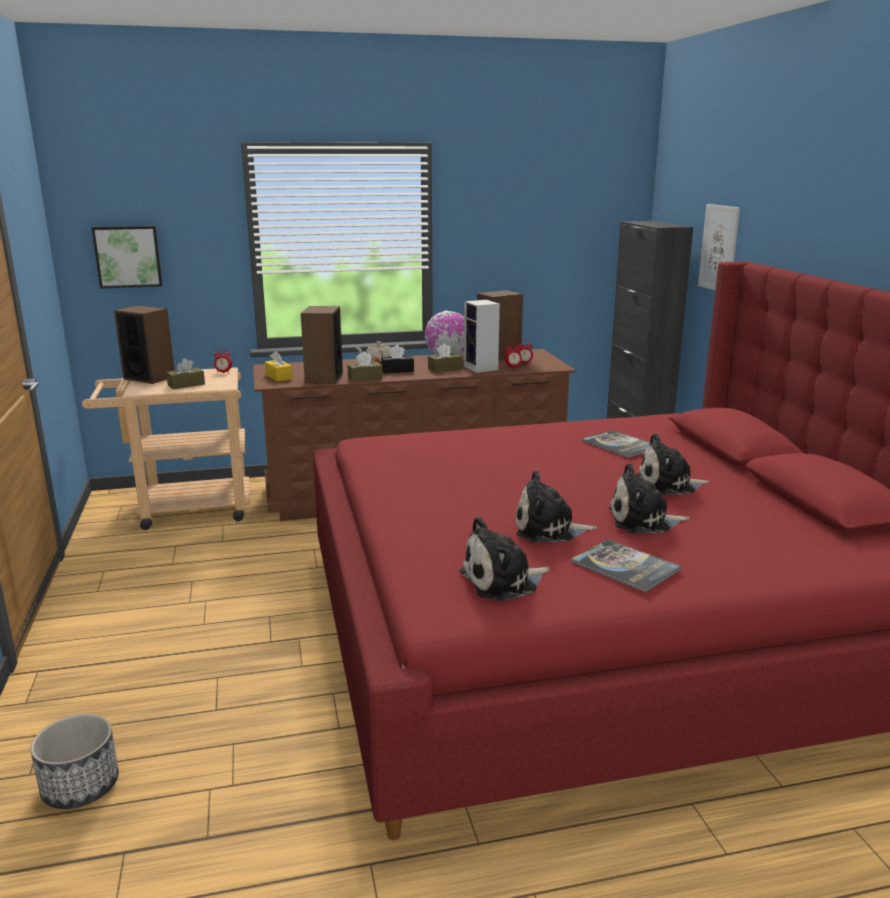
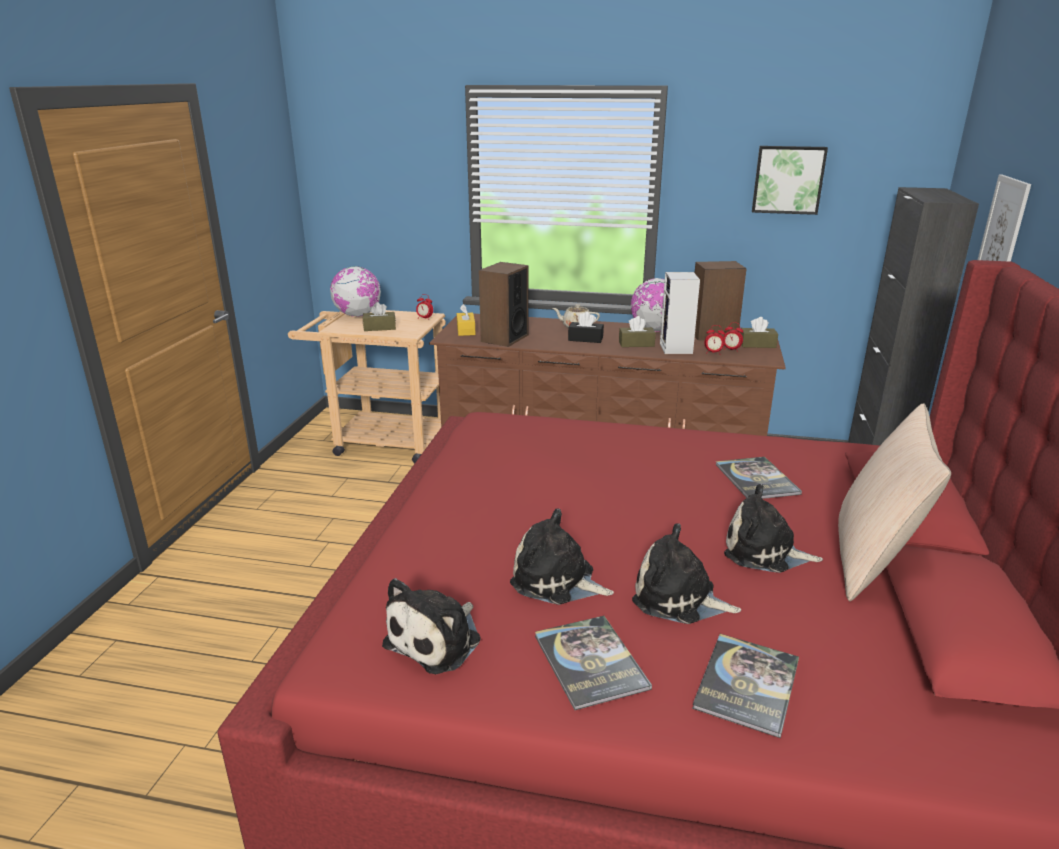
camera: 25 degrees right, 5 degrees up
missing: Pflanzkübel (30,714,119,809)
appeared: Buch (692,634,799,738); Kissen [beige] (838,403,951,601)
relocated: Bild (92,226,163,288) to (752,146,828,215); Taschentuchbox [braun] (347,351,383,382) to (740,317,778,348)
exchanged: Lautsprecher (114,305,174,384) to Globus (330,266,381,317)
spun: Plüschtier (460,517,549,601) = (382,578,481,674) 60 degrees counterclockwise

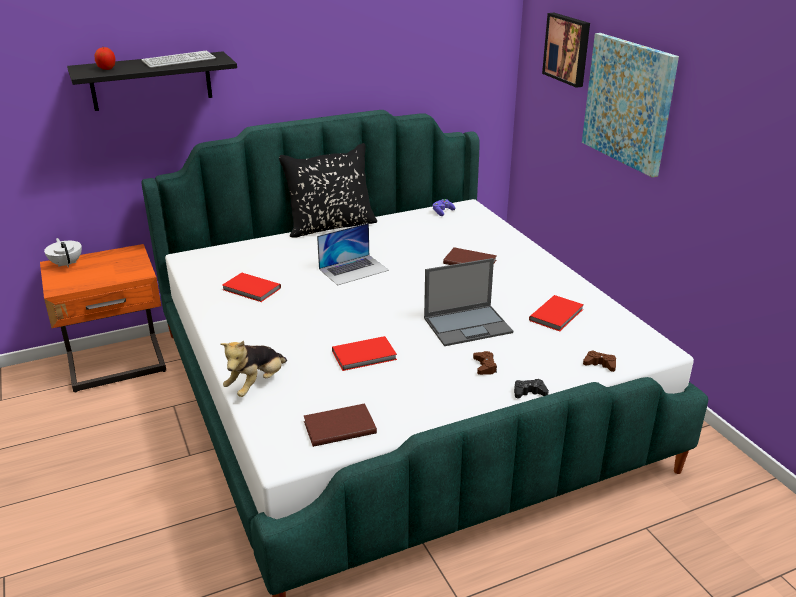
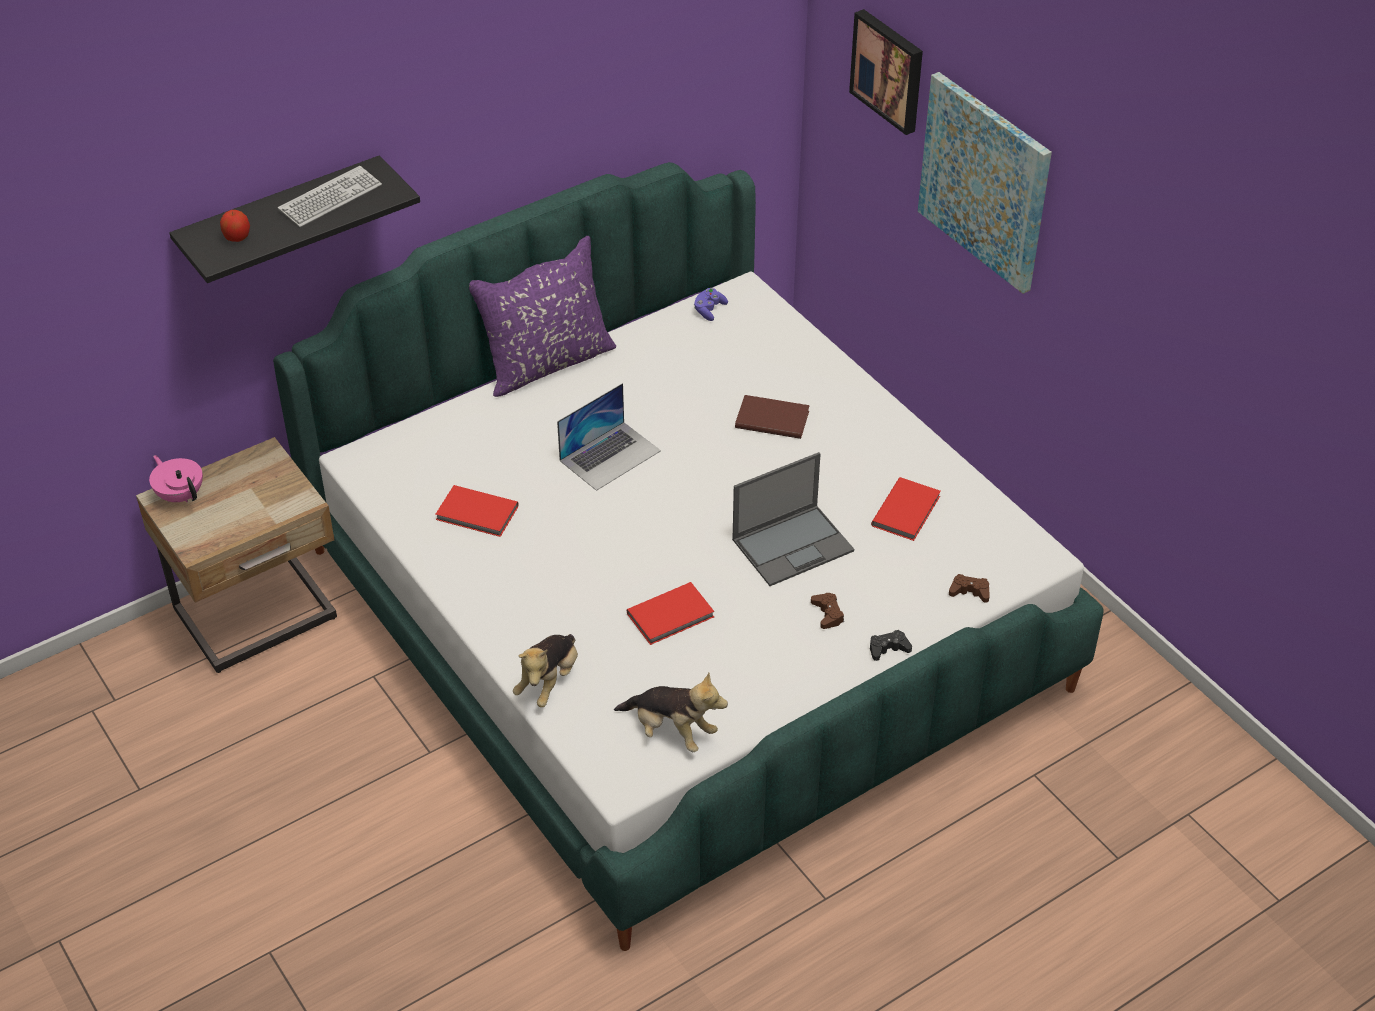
camera: 10 degrees left, 15 degrees up
exchanged: Buch [braun] (304,403,377,447) to Plüschtier (614,673,728,752)
colour: Nachttisch [orange] (40,244,166,393) to Nachttisch [beige] (136,437,337,673); Teekanne [weiß] (44,238,82,268) to Teekanne [rosa] (149,455,203,502); Kissen [schwarz] (279,143,377,238) to Kissen [lila] (469,236,616,397)

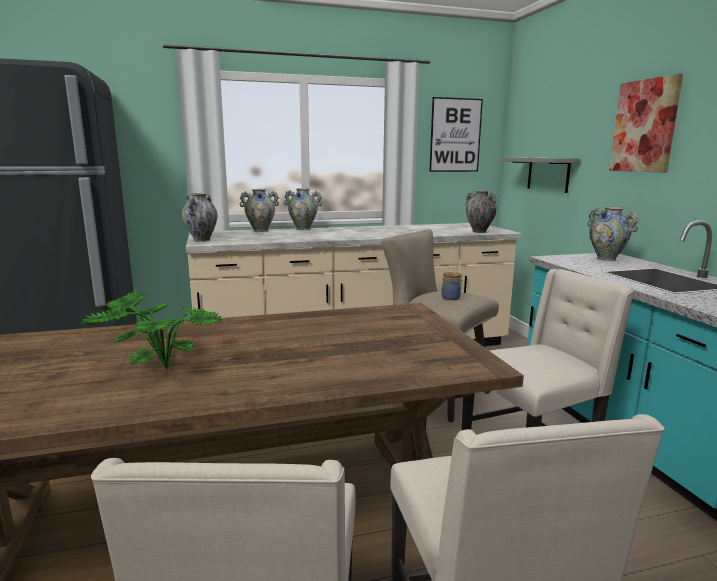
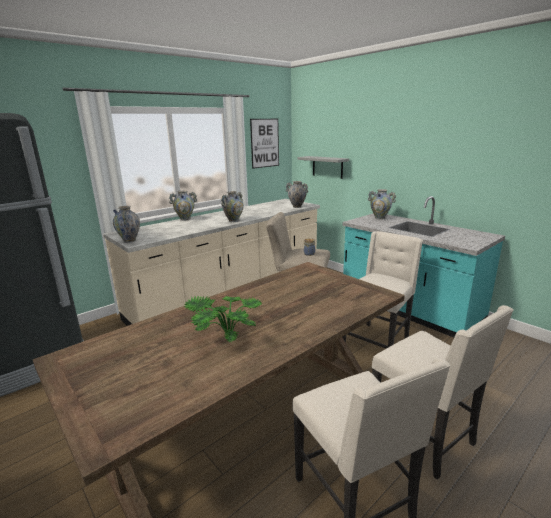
camera: 25 degrees left, 5 degrees up
missing: Bild (609,74,683,173)
relocated: Vase (239,189,279,232) to (221,191,244,222)

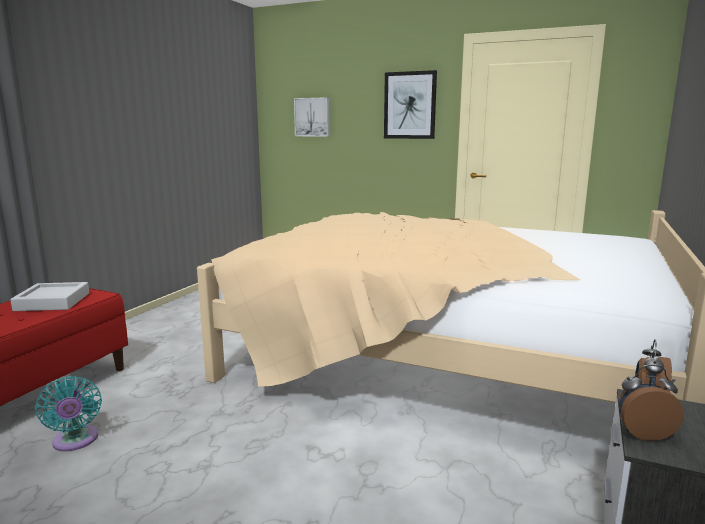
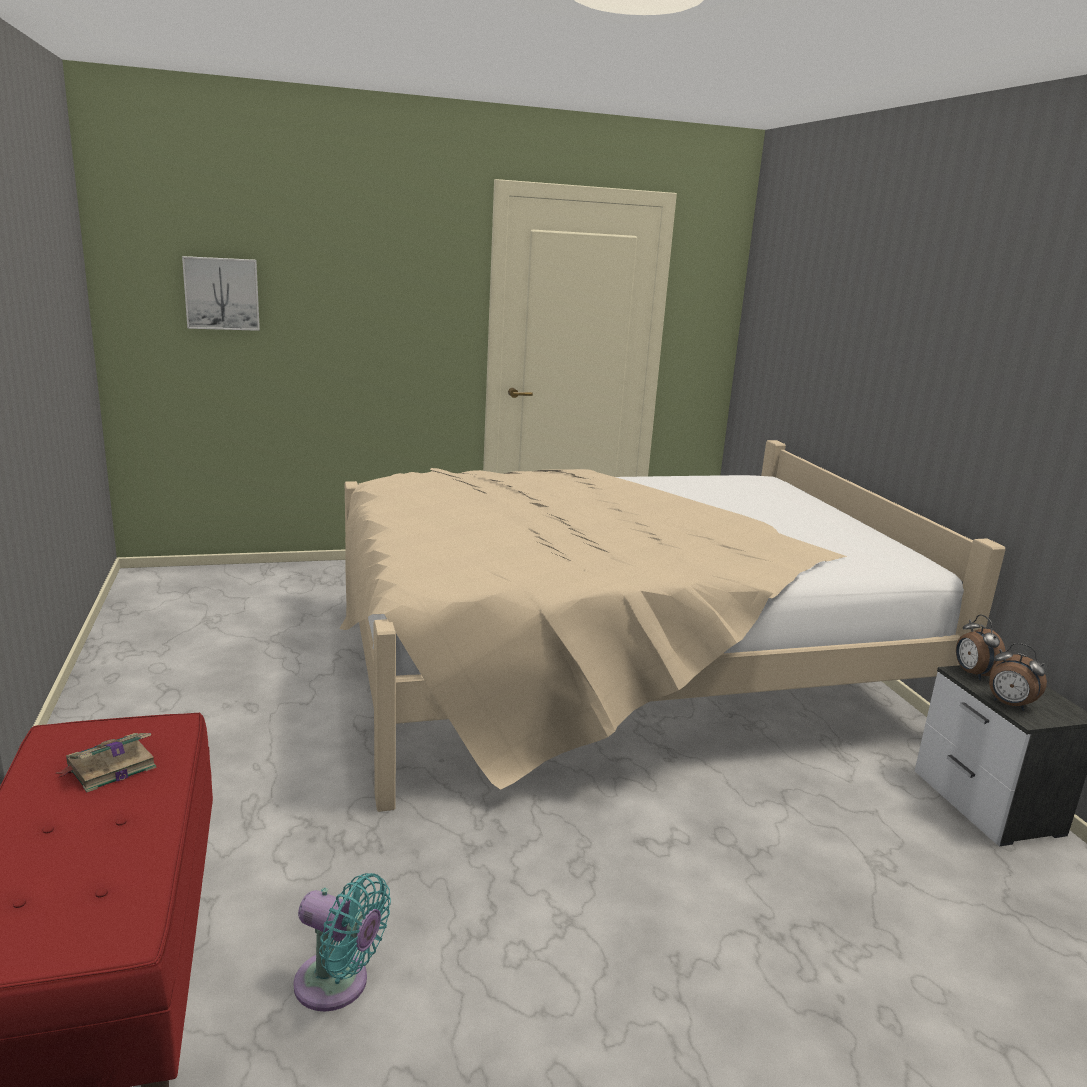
camera: 40 degrees left, 5 degrees up
missing: Bild (384,70,437,139)
exchanged: Tablett [grau] (10,282,89,311) to Buch (57,733,156,792)
spun: Wecker (619,365,684,441) = (989,643,1047,711) 105 degrees counterclockwise

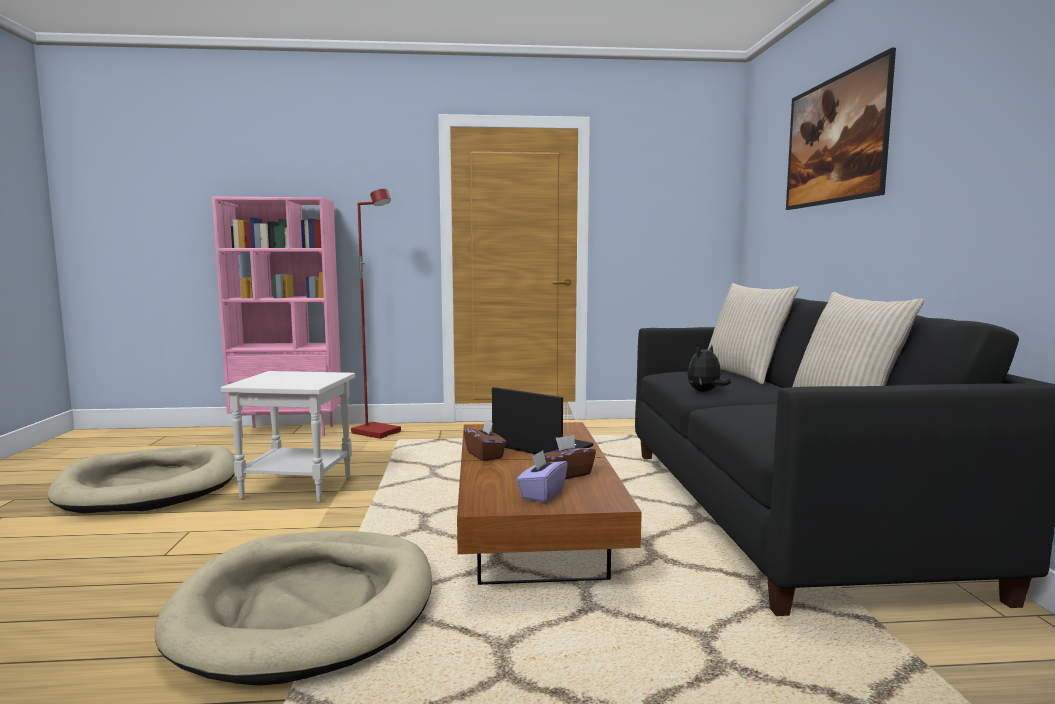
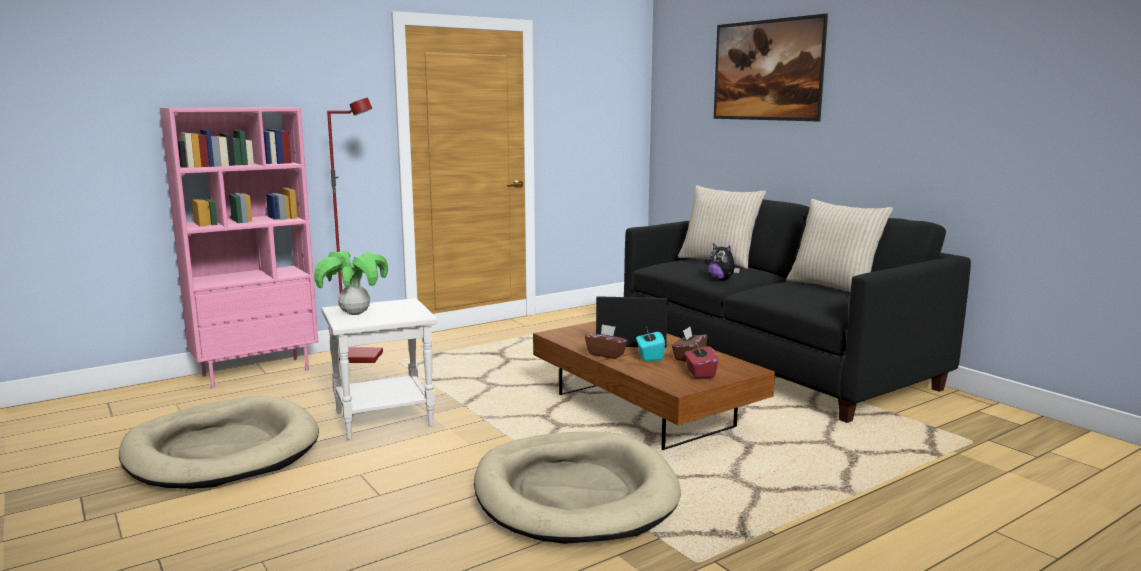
camera: 30 degrees left, 5 degrees up
appeared: Topfpflanze (314,250,388,315); Taschentuchbox [türkis] (636,327,665,361)
colour: Taschentuchbox [lila] (516,450,568,503) to Taschentuchbox [rot] (685,342,718,378)
spun: Plüschtier (687,345,731,392) = (707,243,740,280) 60 degrees counterclockwise

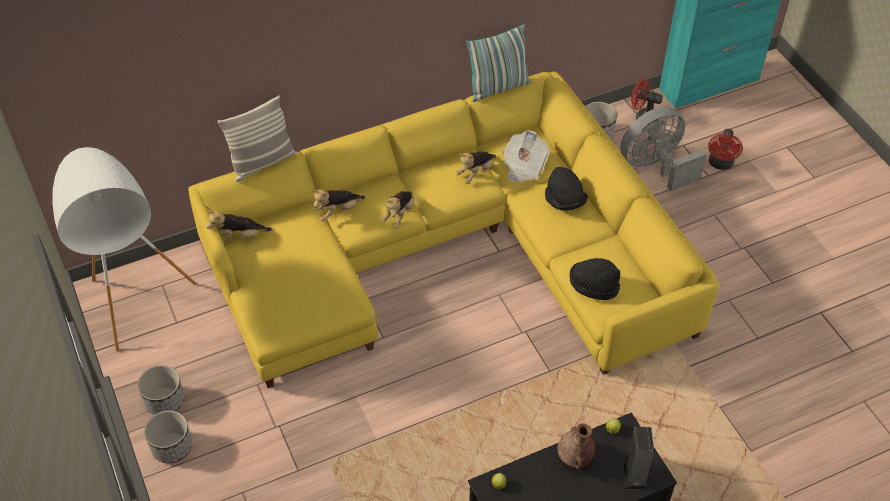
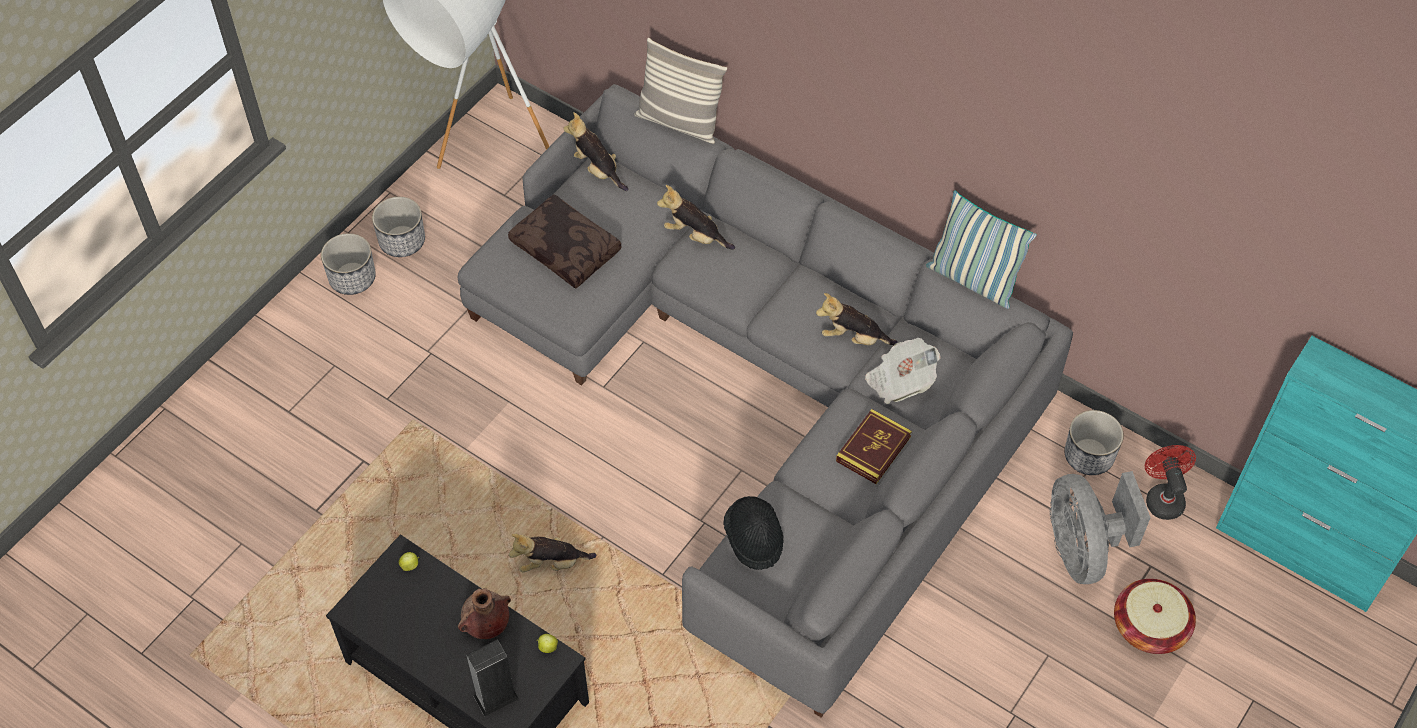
camera: 60 degrees right, 5 degrees up
appeared: Kissen [braun] (508,194,621,288)
relocated: Plüschtier (382,191,414,228) to (509,534,596,573)
exchanged: Hut [schwarz] (545,167,588,211) to Buch (836,409,912,484); Ventilator [rot] (708,129,743,170) to Korb (1114,579,1196,654)
colour: Sofa [gelb] (188,72,720,388) to Sofa [grau] (457,84,1073,718)
spun: Ventilator [grau] (620,107,707,191) = (1050,471,1151,584) 135 degrees counterclockwise

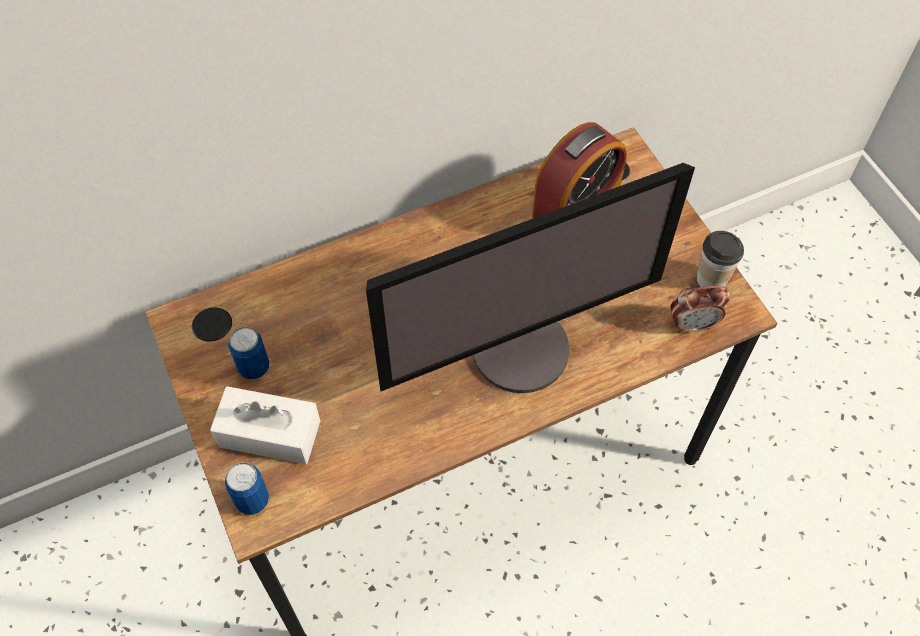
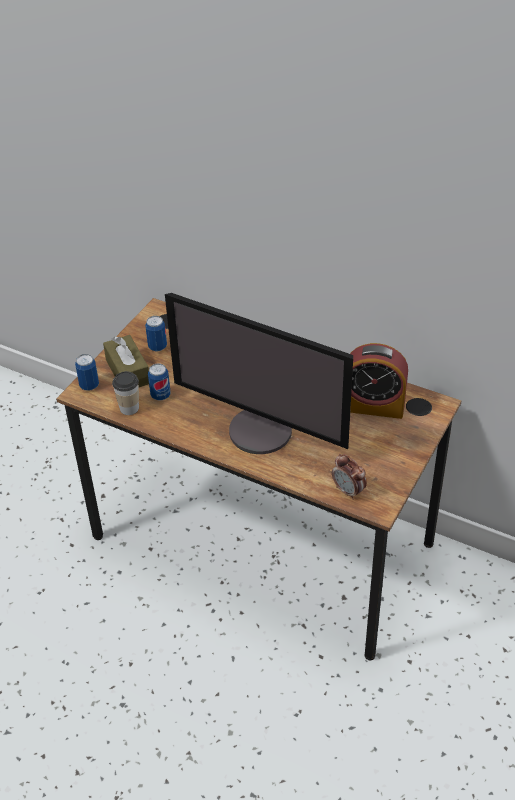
camera: 55 degrees right, 15 degrees down
appeared: Dose (148,364,171,400)
relocated: Tasse (697,231,744,287) to (112,371,139,415)
colour: Taschentuchbox [weiß] (210,386,320,464) to Taschentuchbox [braun] (103,335,149,387)

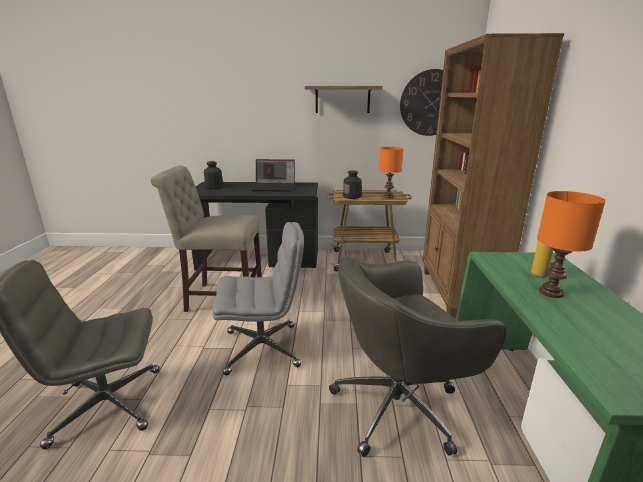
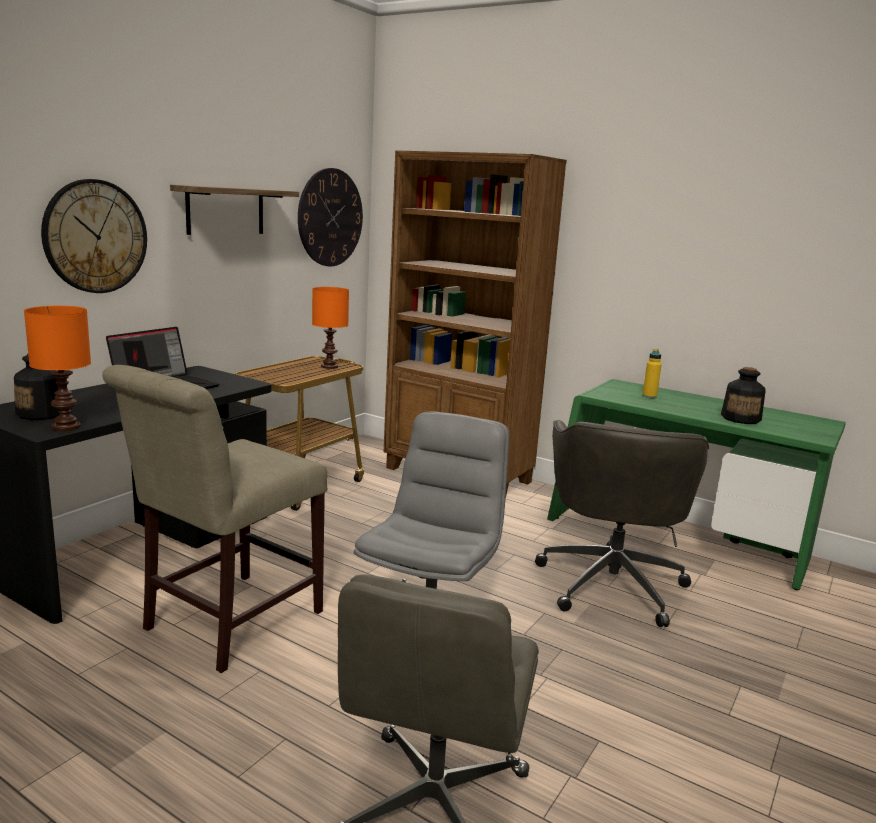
camera: 60 degrees left, 5 degrees down
appeared: Wanduhr (41,179,147,293)
relocated: Flasche (343,170,362,199) to (721,367,766,424); Tischlampe [orange] (537,191,606,298) to (24,306,91,431)

